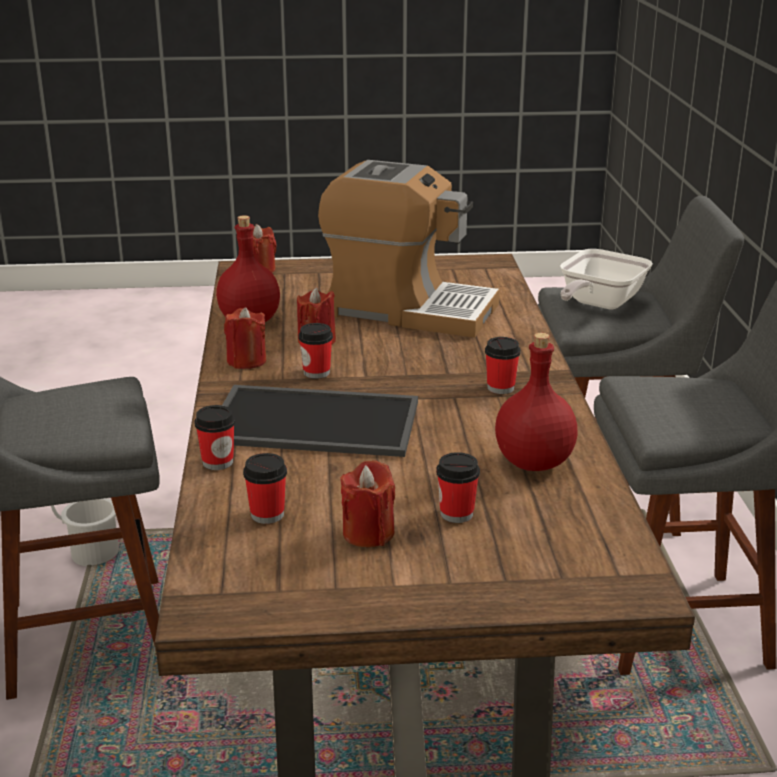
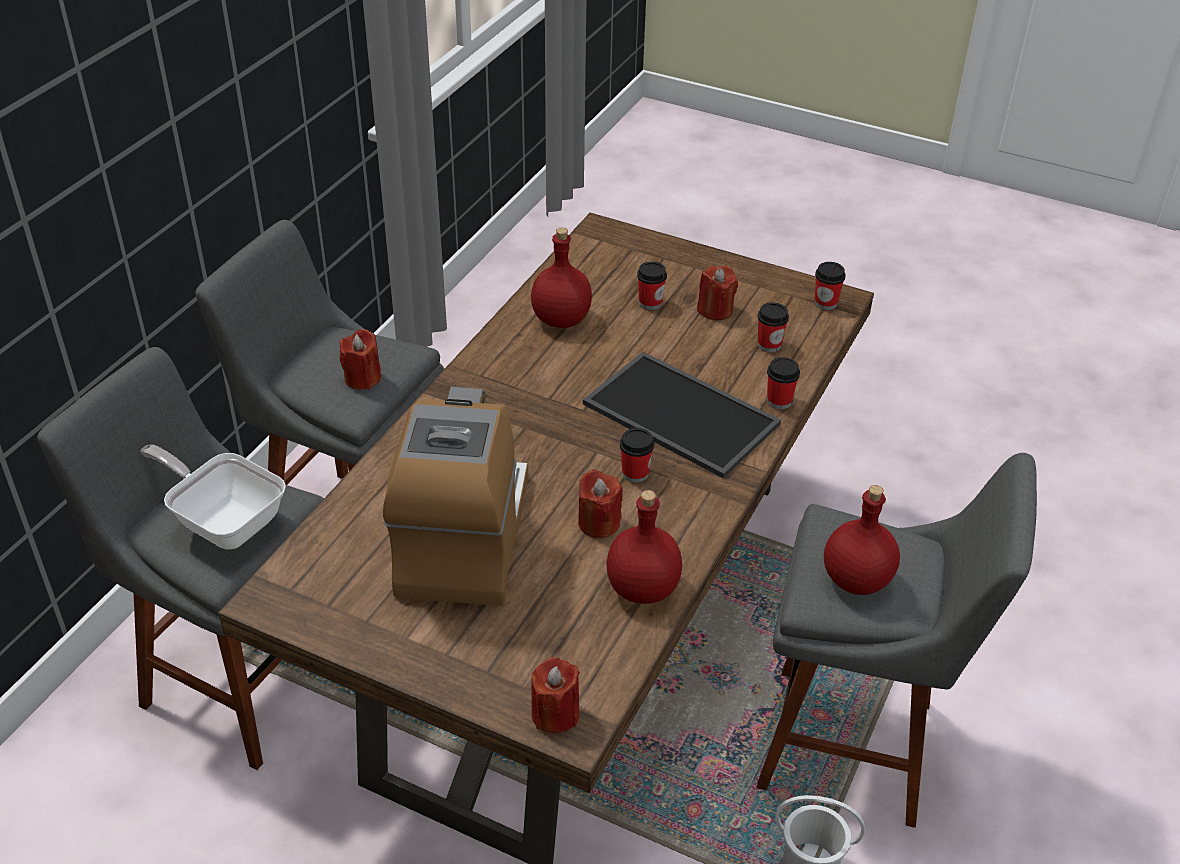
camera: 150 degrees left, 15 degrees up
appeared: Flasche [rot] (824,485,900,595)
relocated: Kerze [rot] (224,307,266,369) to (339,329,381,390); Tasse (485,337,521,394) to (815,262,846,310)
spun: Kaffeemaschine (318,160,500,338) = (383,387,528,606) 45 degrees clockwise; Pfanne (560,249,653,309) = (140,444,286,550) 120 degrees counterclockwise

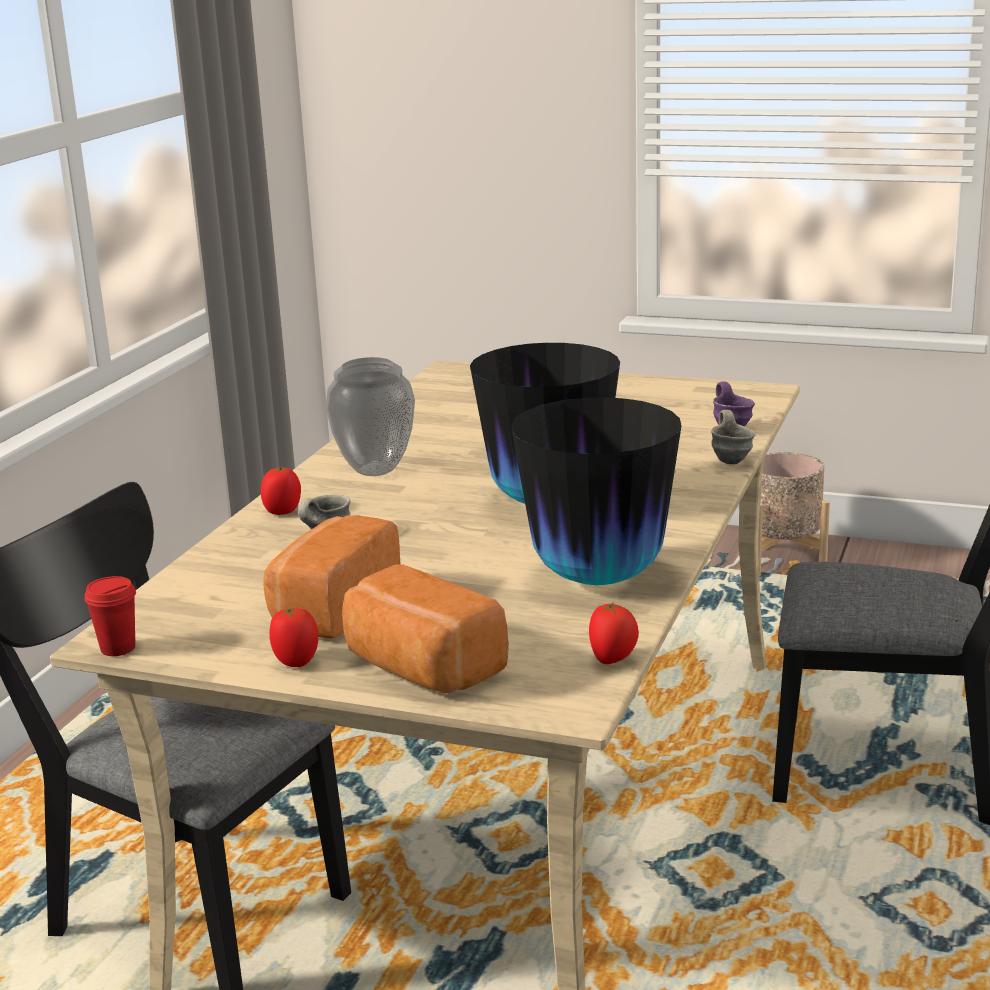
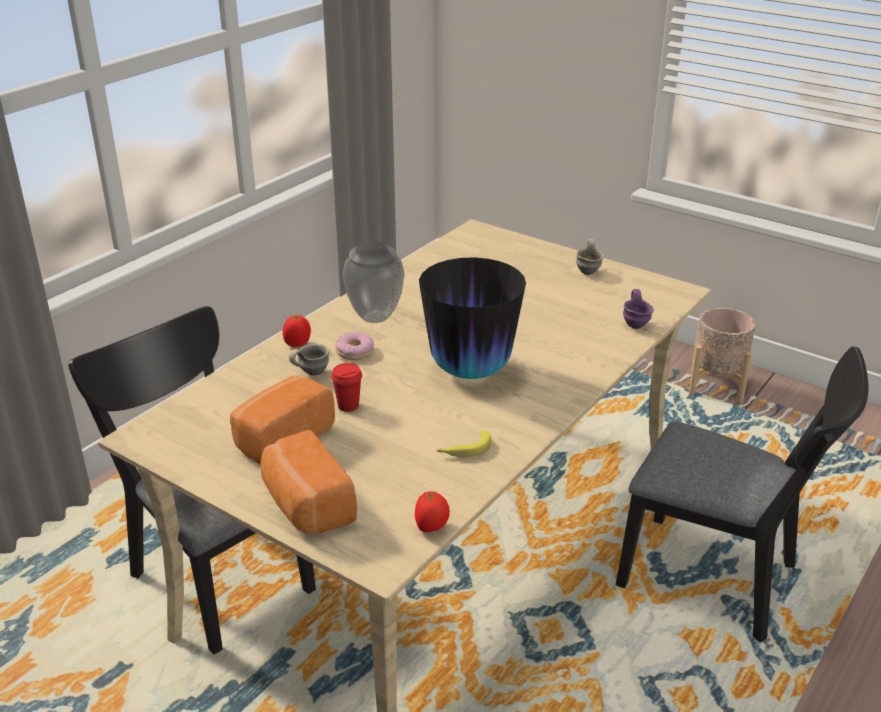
camera: 15 degrees right, 10 degrees up
missing: Tomate (269,608,318,667)
appeared: Donut (335,332,374,360)
relocated: Tasse [rot] (84,576,136,656) to (331,363,362,412); Henkelbecher [grau] (711,410,756,464) to (576,239,604,275)
exchanged: Vase (512,397,682,585) to Banane (436,431,491,457)

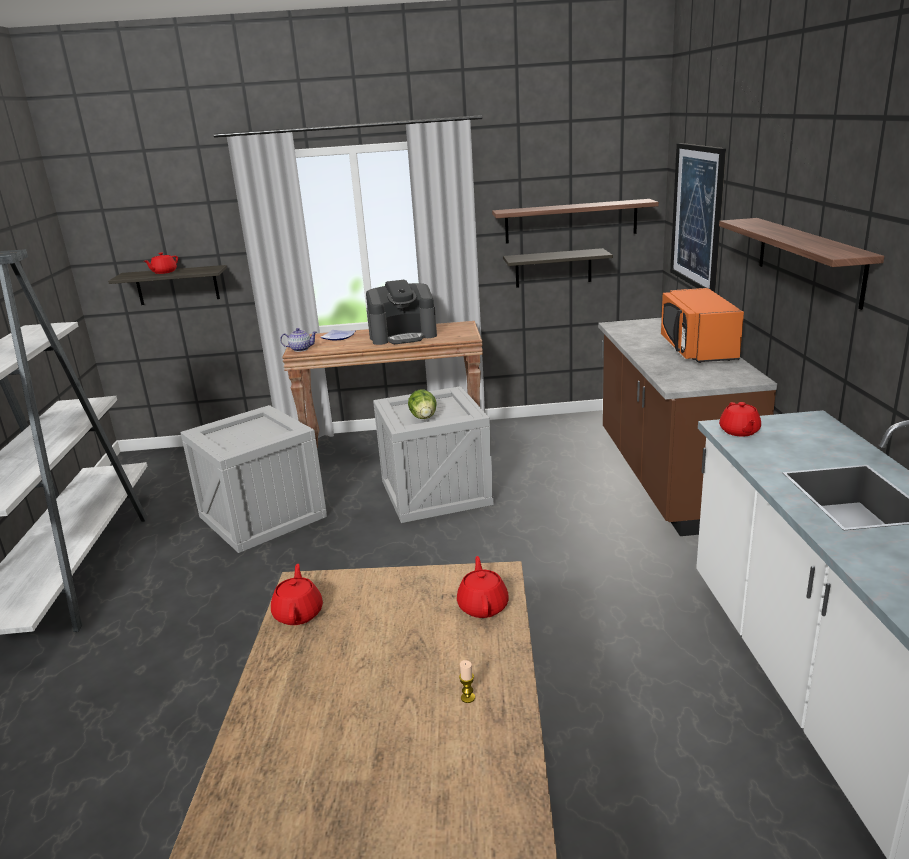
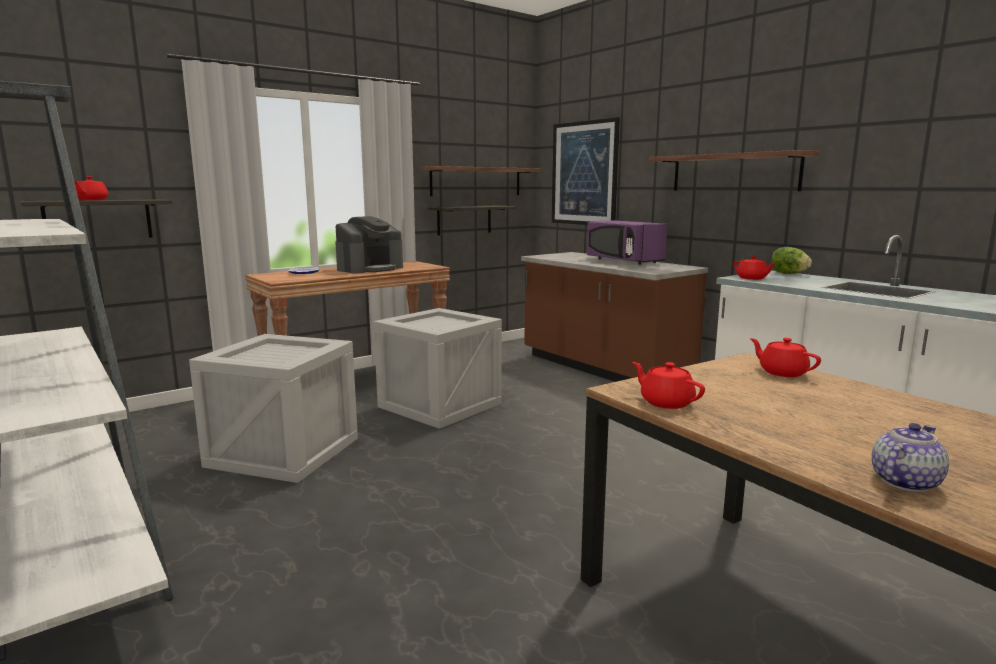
camera: 35 degrees left, 10 degrees down
missing: Kerze (459,660,475,703)
relocated: Teekanne (280,328,317,352) to (872,423,949,492); Salatkopf (408,389,437,419) to (771,247,812,274)
colour: Mikrowelle [orange] (661,288,744,363) to Mikrowelle [lila] (587,220,667,265)

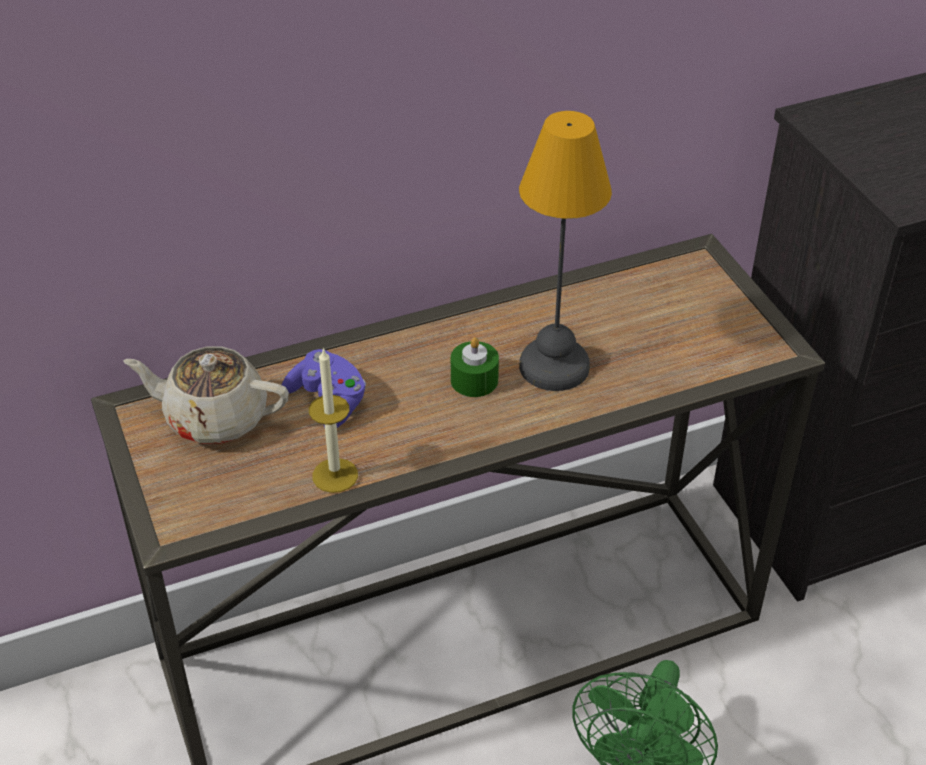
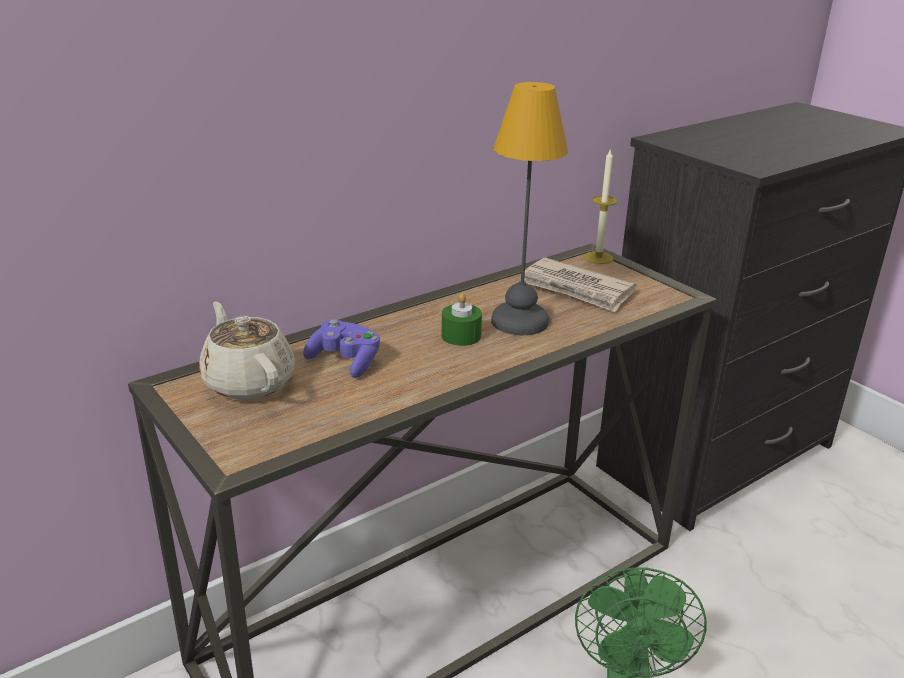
camera: 15 degrees left, 15 degrees down
appeared: Zeitung (520,258,636,312)
relocated: Kerze (309,348,358,493) to (584,150,618,264)
spun: Teekanne [beige] (123,346,289,444) = (199,302,295,400) 60 degrees clockwise

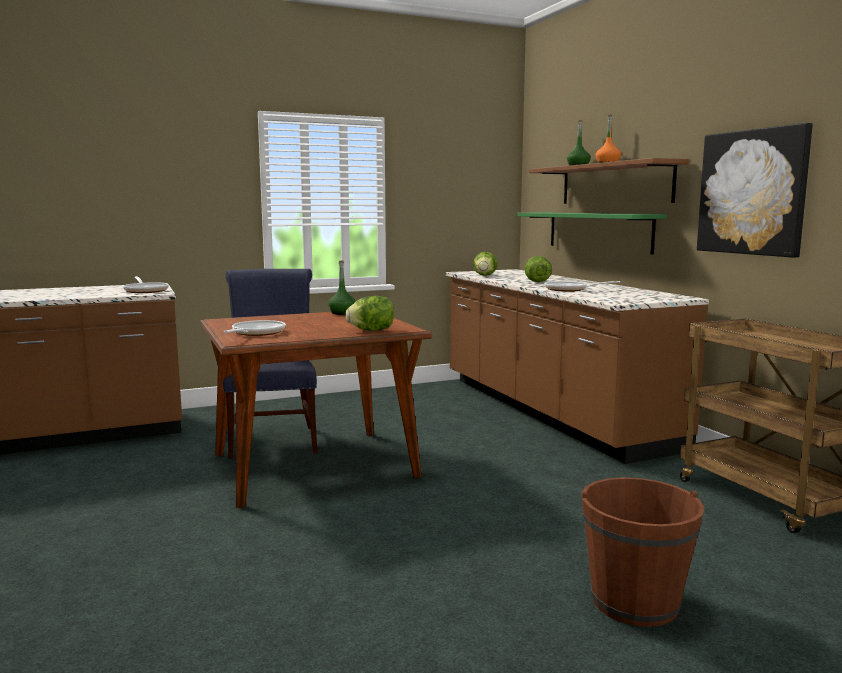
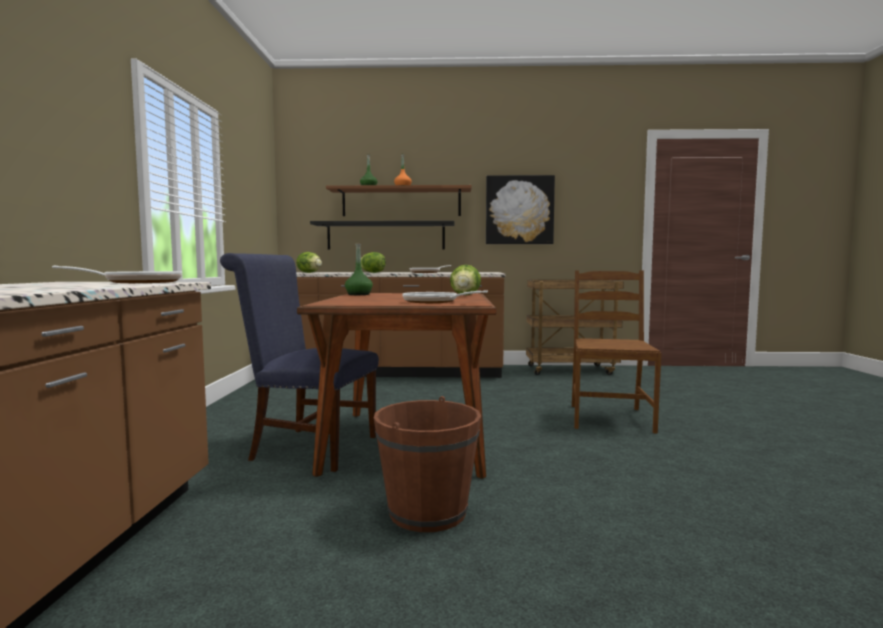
camera: 65 degrees left, 5 degrees down
appeared: Stuhl [braun] (572,270,661,434)
relocated: Eimer [braun] (581,477,705,627) to (374,396,481,532)
colour: Wandregal [grün] (517,213,667,255) to Wandregal [schwarz] (310,221,455,250)

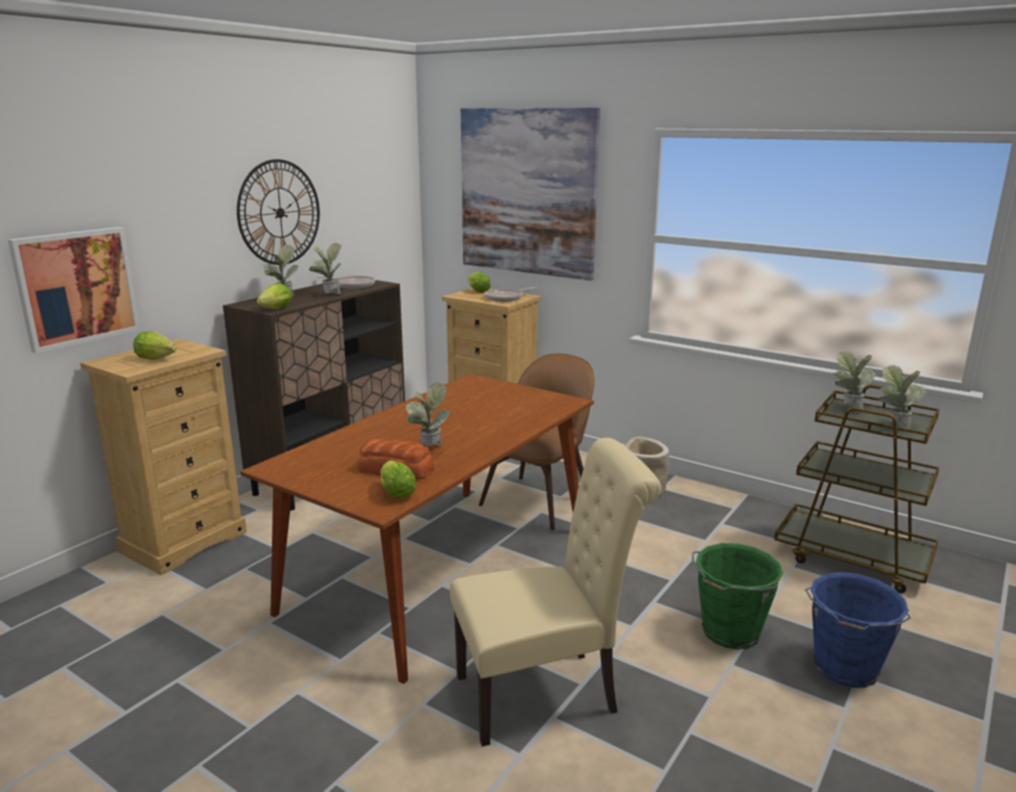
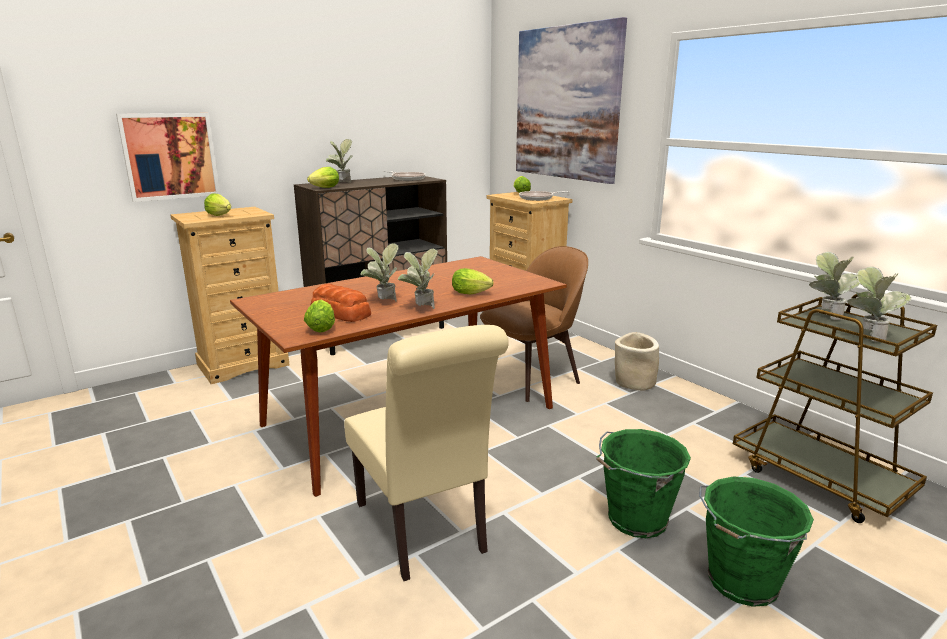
camera: 20 degrees right, 0 degrees up
missing: Wanduhr (237,159,320,265)
appeared: Salatkopf (452,268,494,294)
relocated: Topfpflanze (309,243,341,294) to (398,248,438,309)
colour: Eimer [blau] (805,572,911,688) to Eimer [grün] (699,476,814,607)
spun: Stuhl [beige] (450,438,661,747) = (344,325,509,581) 60 degrees clockwise

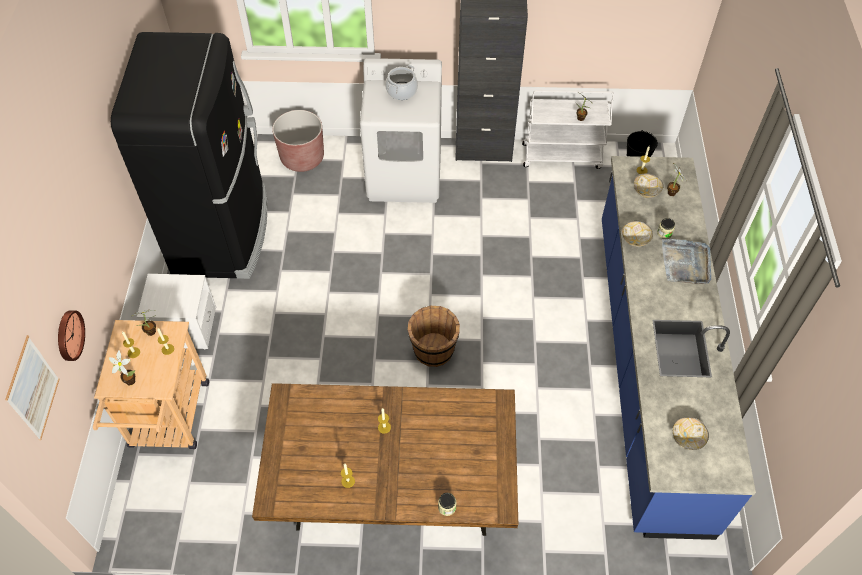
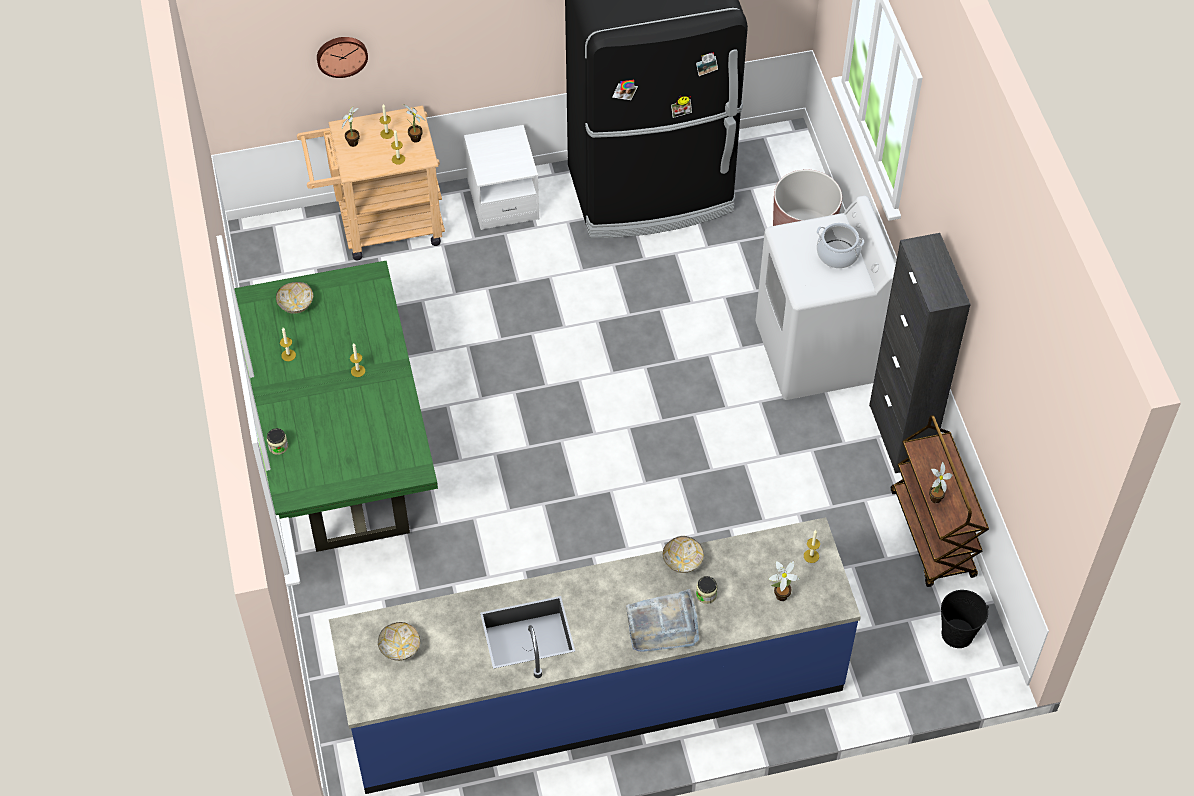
camera: 75 degrees right, 0 degrees up
missing: Bild (5,335,60,440); Eimer [braun] (408,306,460,367)
relocated: Schüssel (634,173,664,198) to (276,282,314,314)
colour: Esstisch [braun] (252,383,518,536) to Esstisch [grün] (234,260,438,552); Rollwagen [weiß] (522,90,614,169) to Rollwagen [braun] (891,415,989,587)

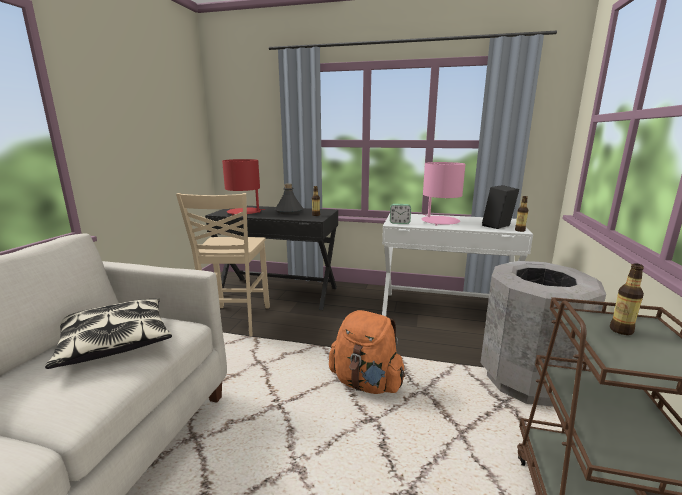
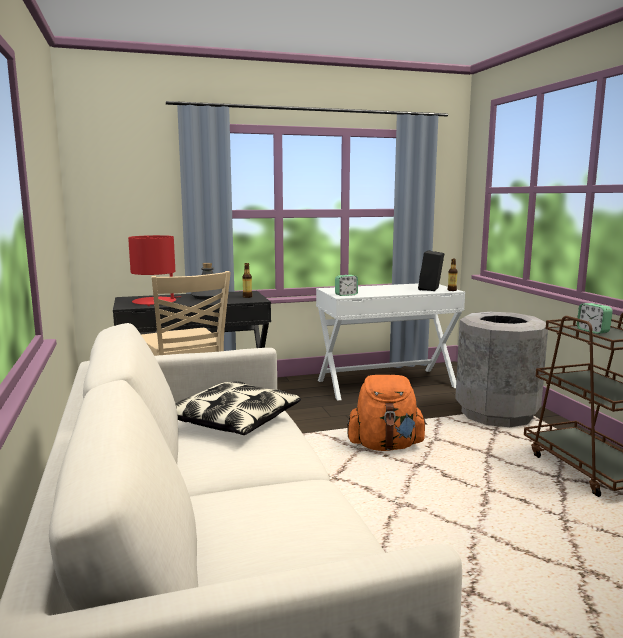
camera: 30 degrees left, 5 degrees down
missing: Tischlampe [rosa] (422,162,465,225)
exchanged: Flasche (610,264,644,335) to Wecker (577,303,613,334)

